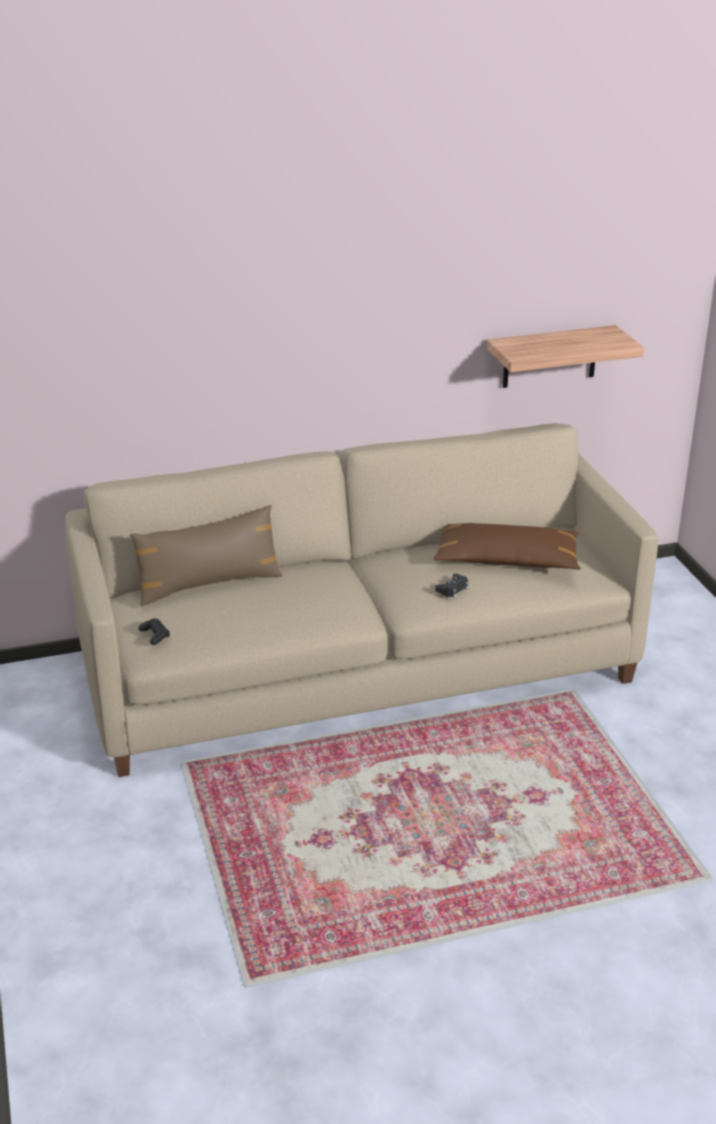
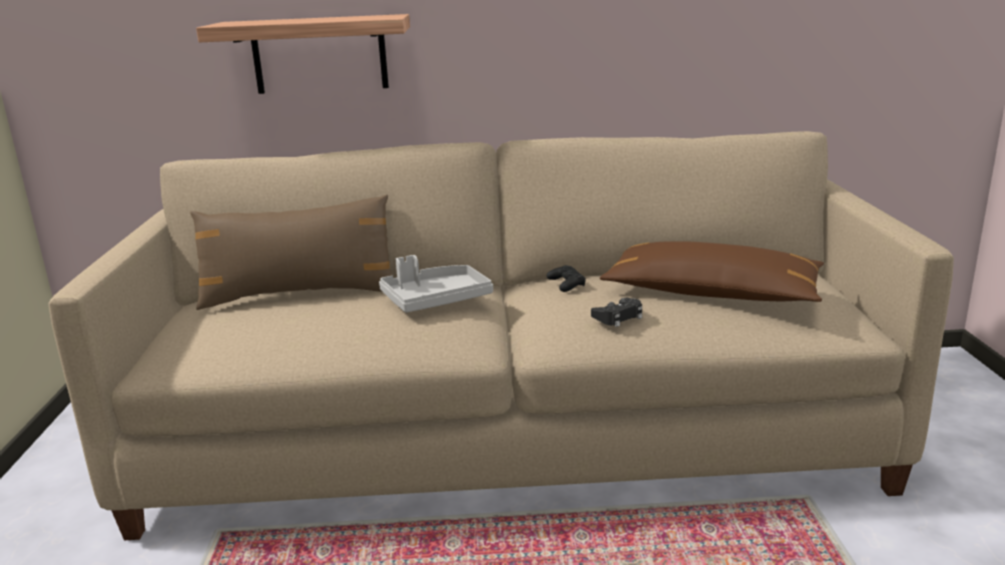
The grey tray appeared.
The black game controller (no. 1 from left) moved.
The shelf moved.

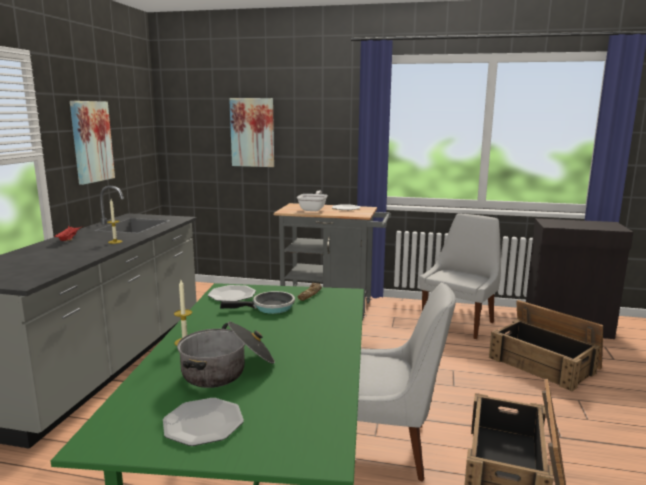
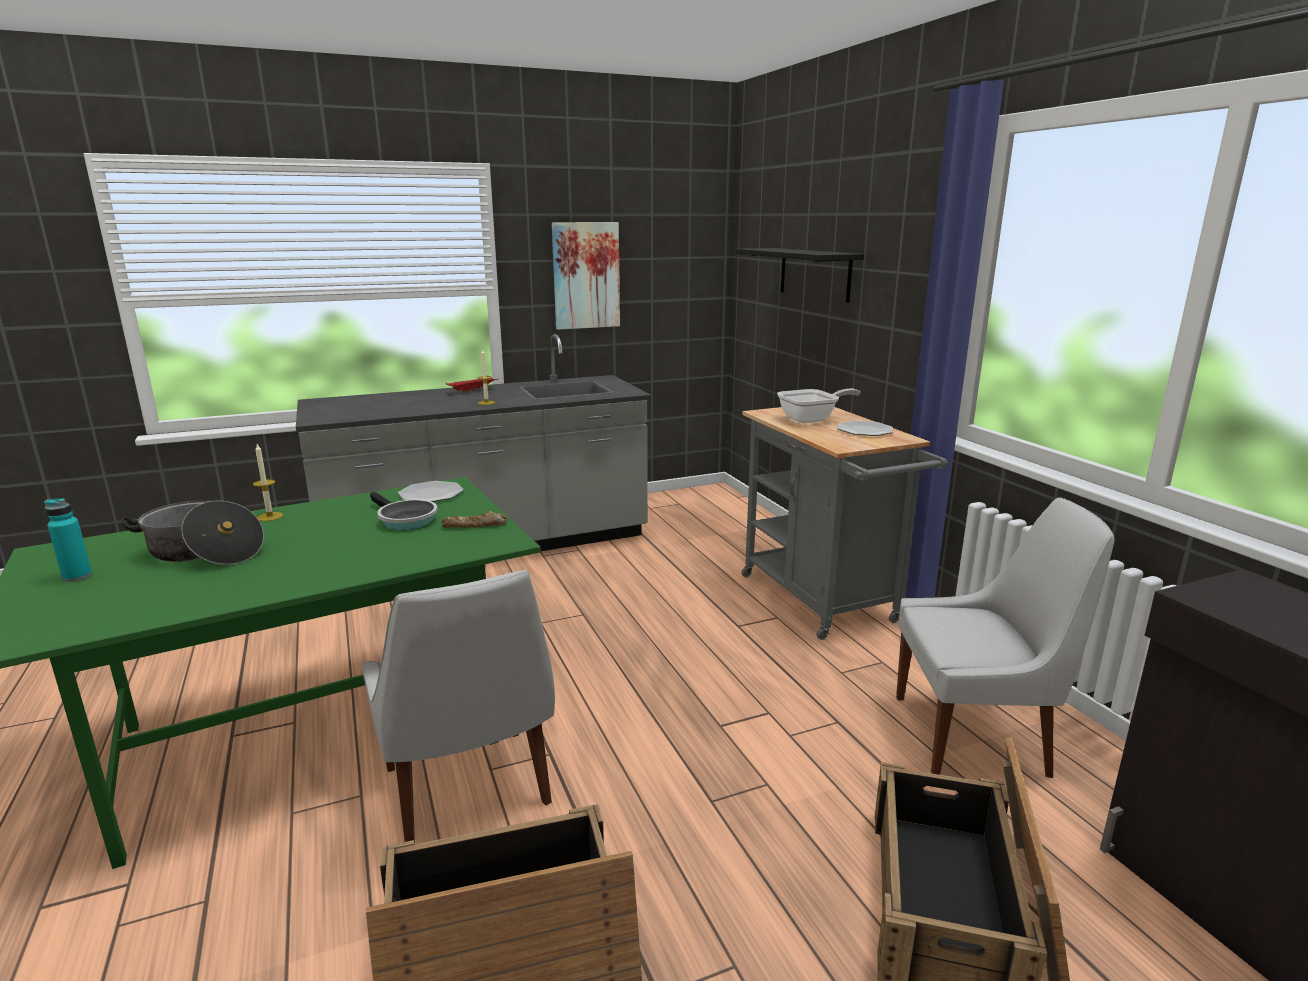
The plate (no. 1 from left) was replaced by the turquoise bottle.
The picture (no. 2 from left) was replaced by the black shelf.

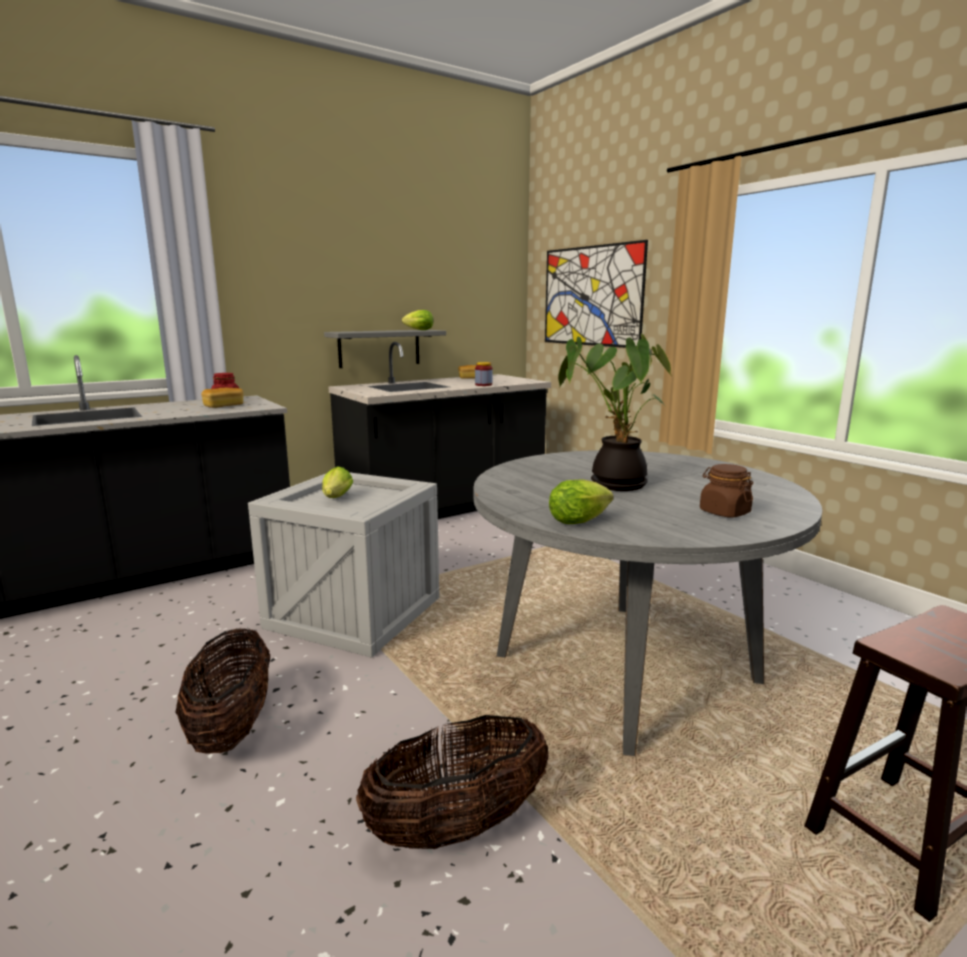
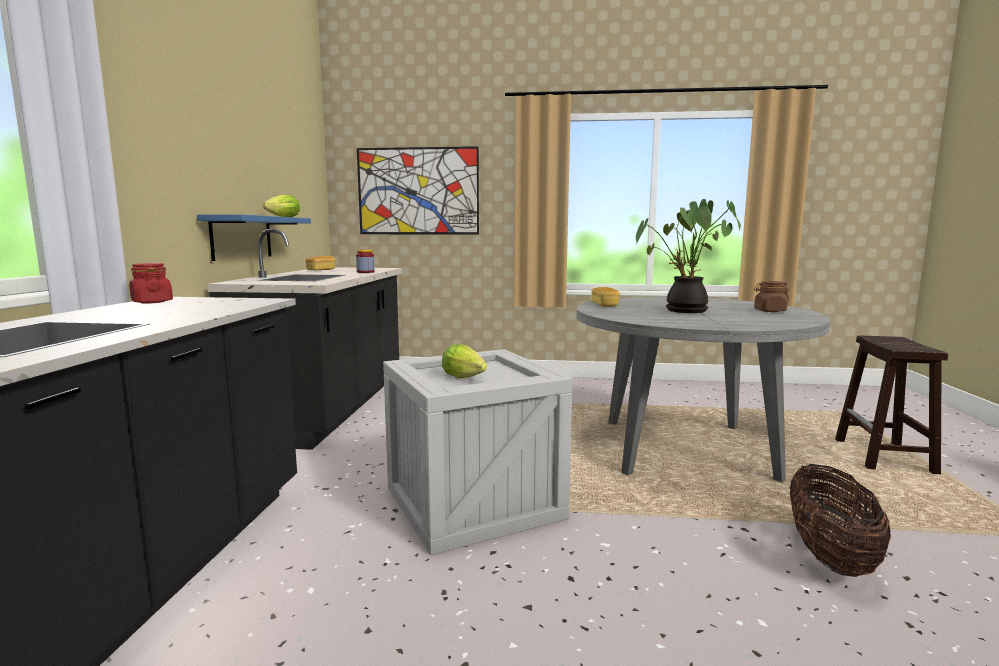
The basket (no. 1 from left) disappeared.
The lettuce (no. 3 from left) disappeared.
The bread (no. 1 from left in the first image) moved.
The grey shelf became the blue shelf.

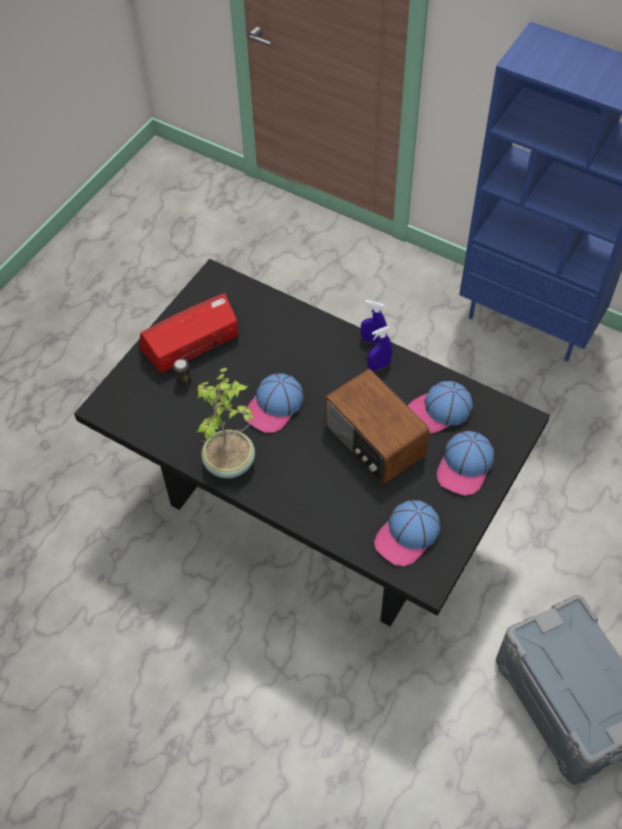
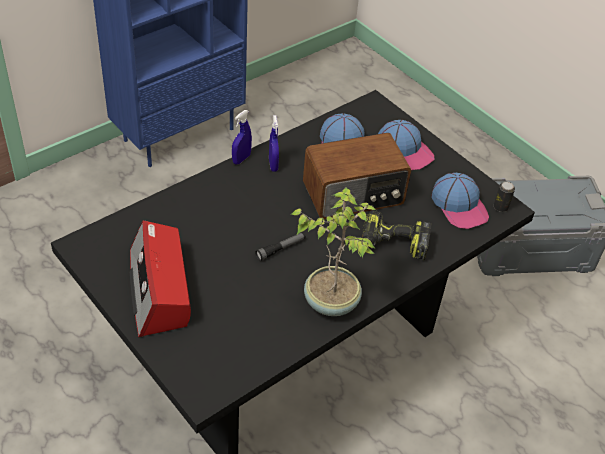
The power drill appeared.
The can moved.
The cap (no. 1 from left) was replaced by the flashlight.

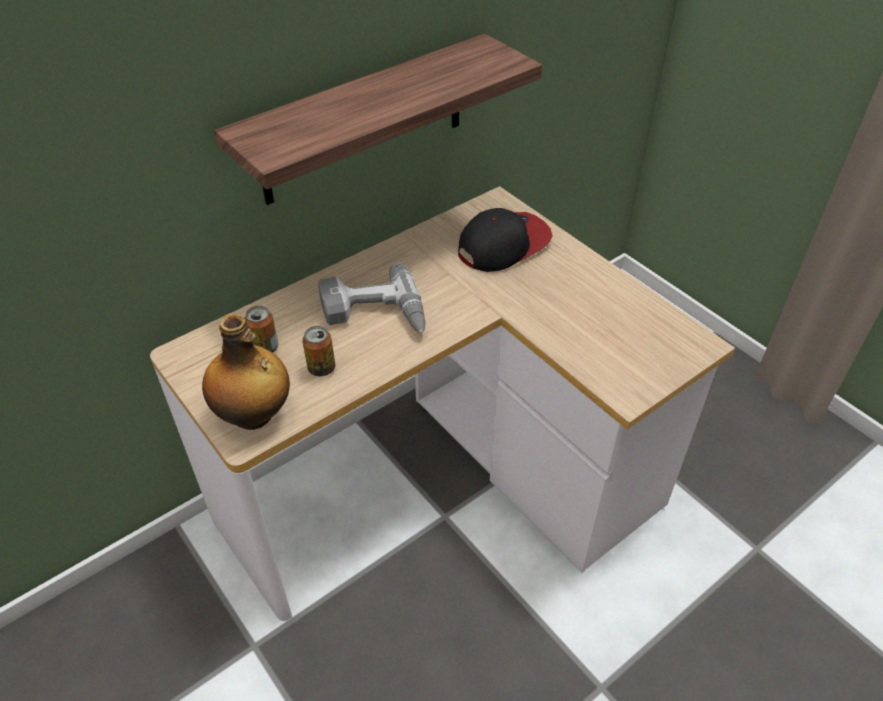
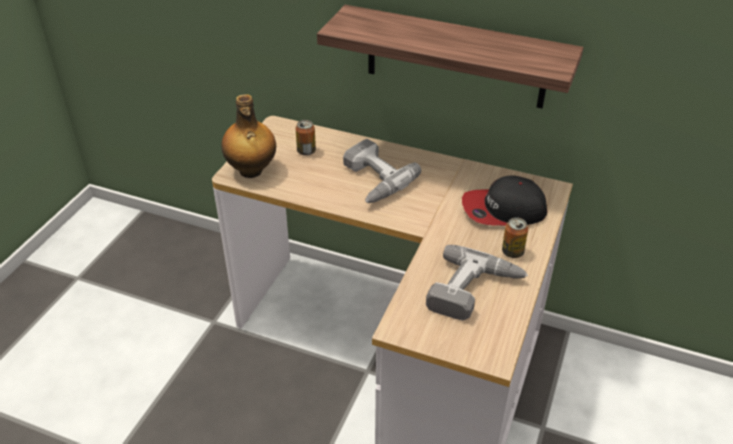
The power drill (no. 2 from left) appeared.
The can (no. 2 from left) moved.
The cap turned 150 degrees clockwise.

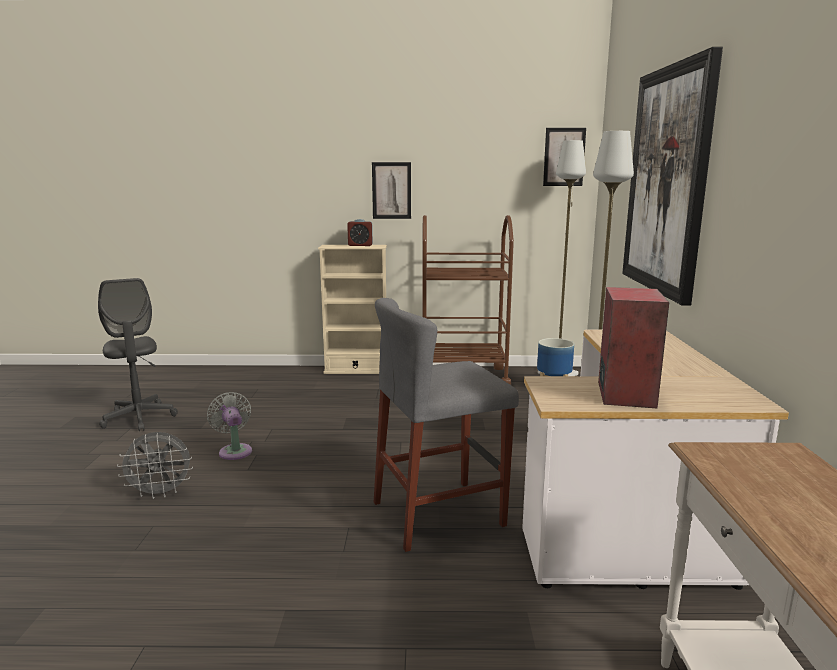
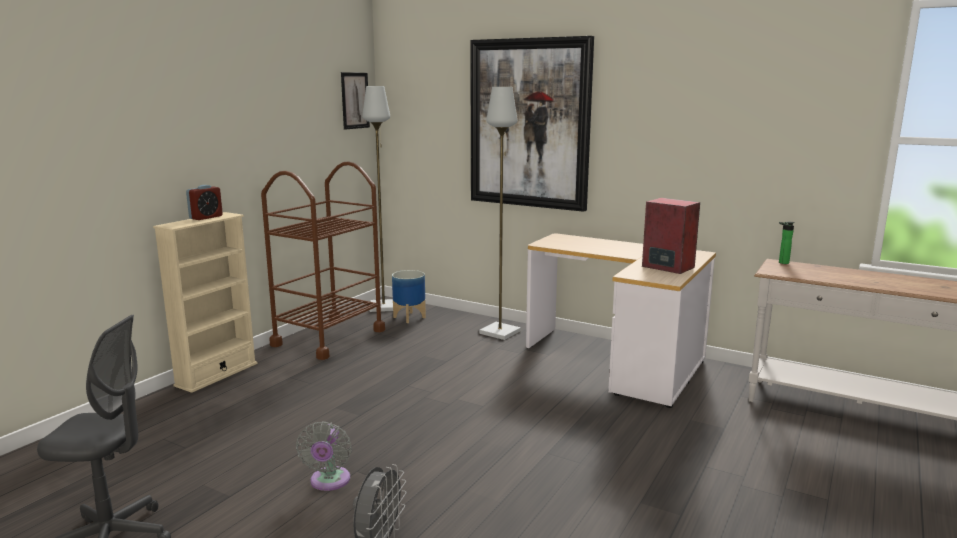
The picture (no. 1 from left) disappeared.
The grey stool disappeared.
The bottle appeared.
The grey fan (no. 2 from left in the first image) turned 90 degrees counterclockwise.

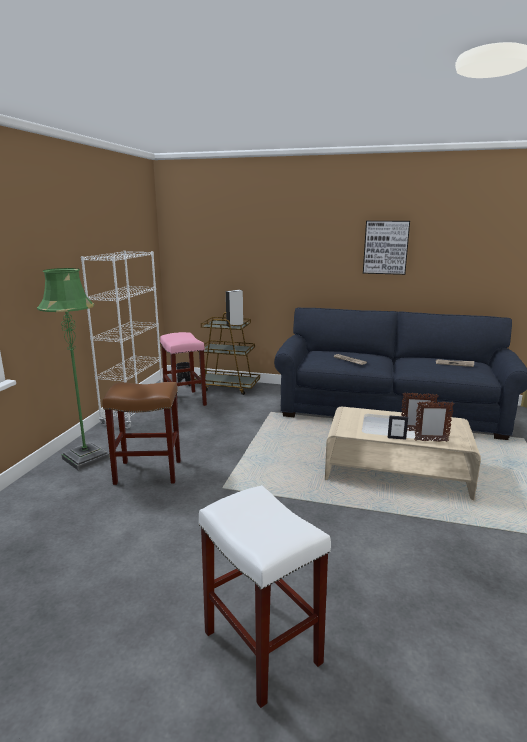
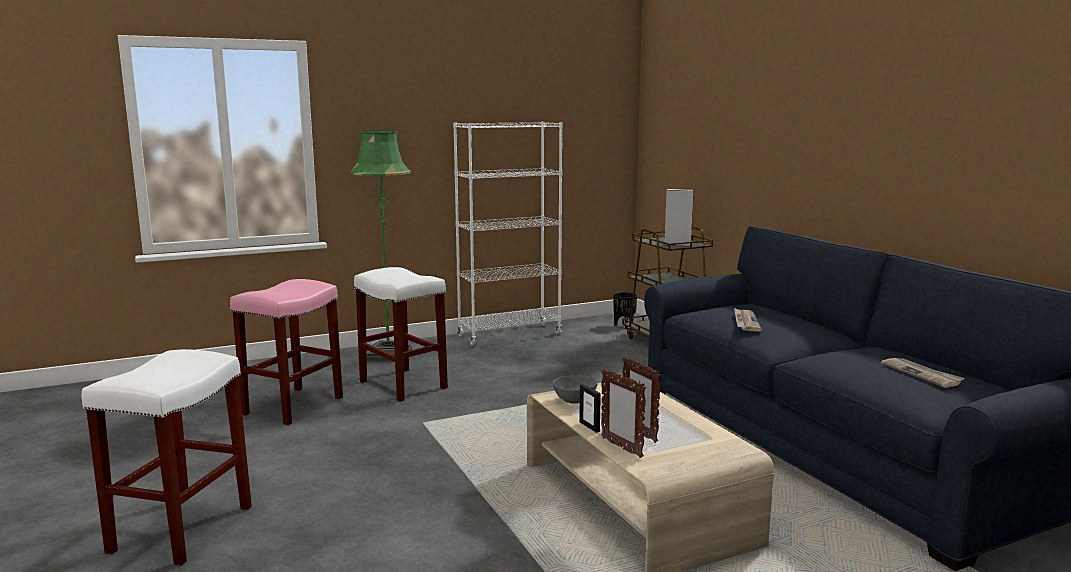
The picture disappeared.
The grey bowl appeared.
The pink stool moved.
The brown stool became the white stool (no. 2 from left).

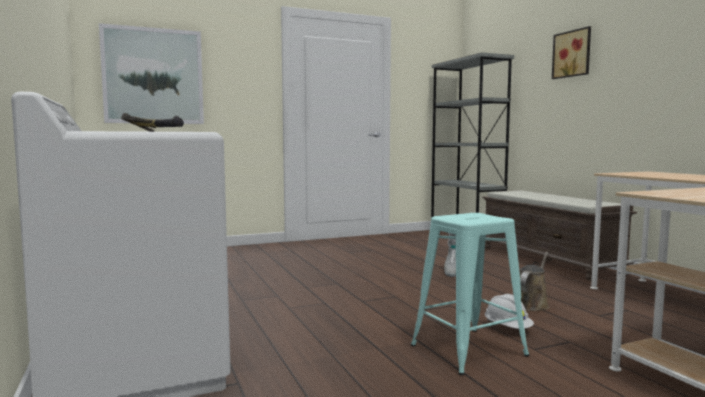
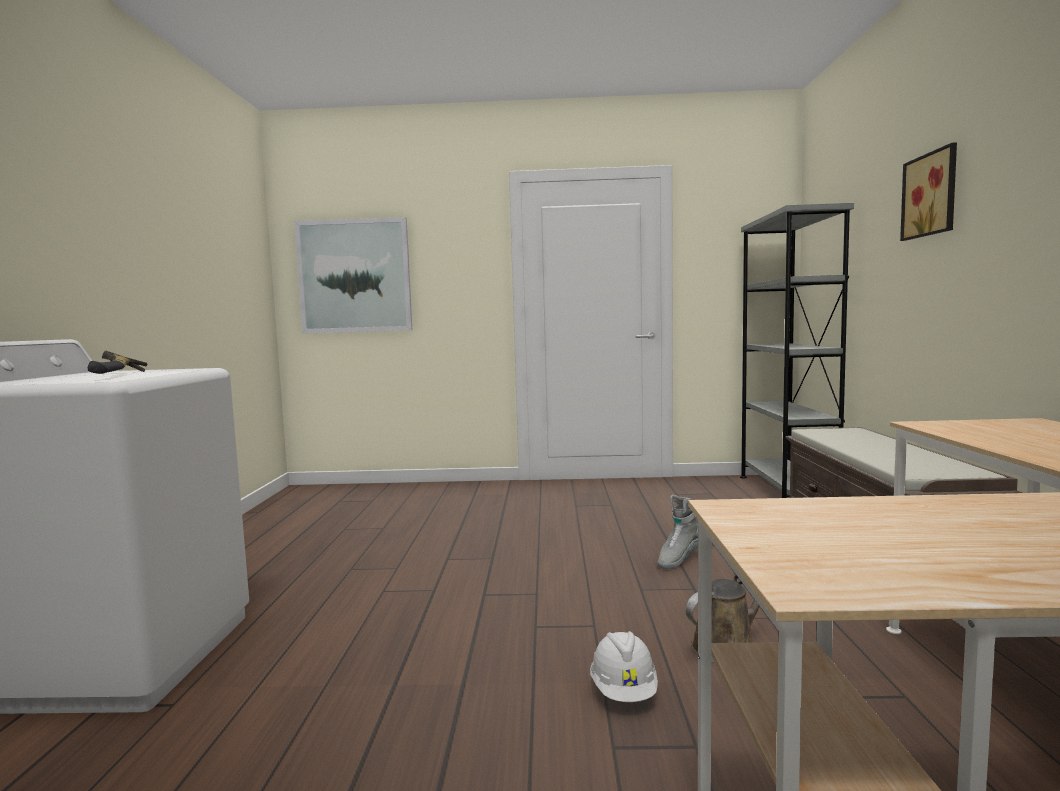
The turquoise stool disappeared.

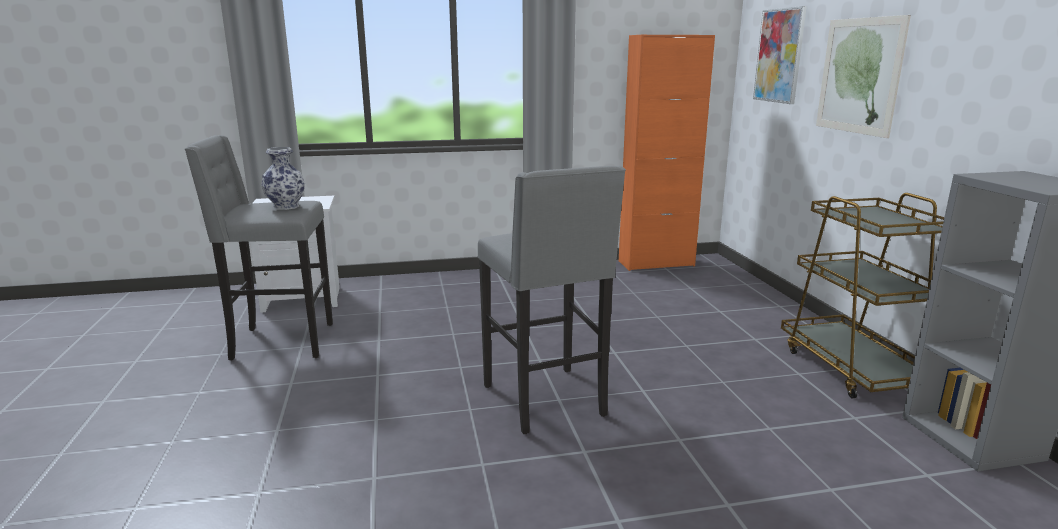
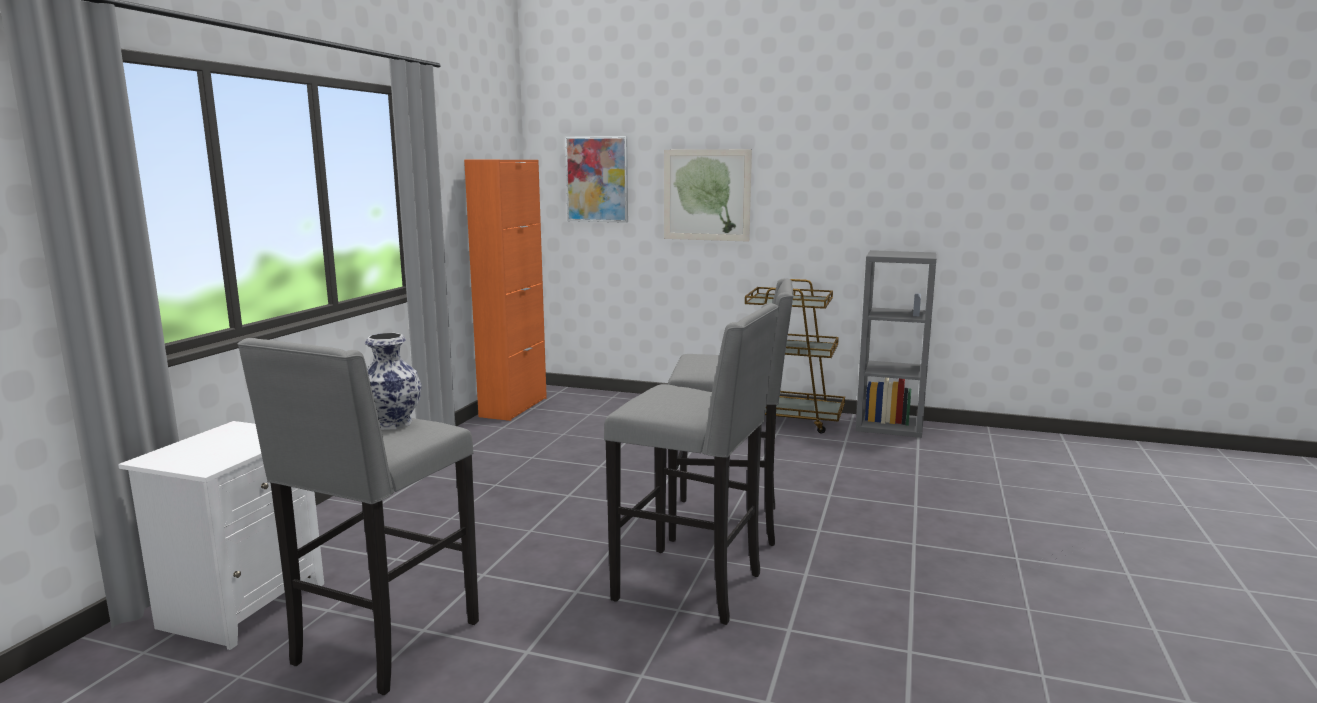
The grey stool (no. 2 from left) appeared.

